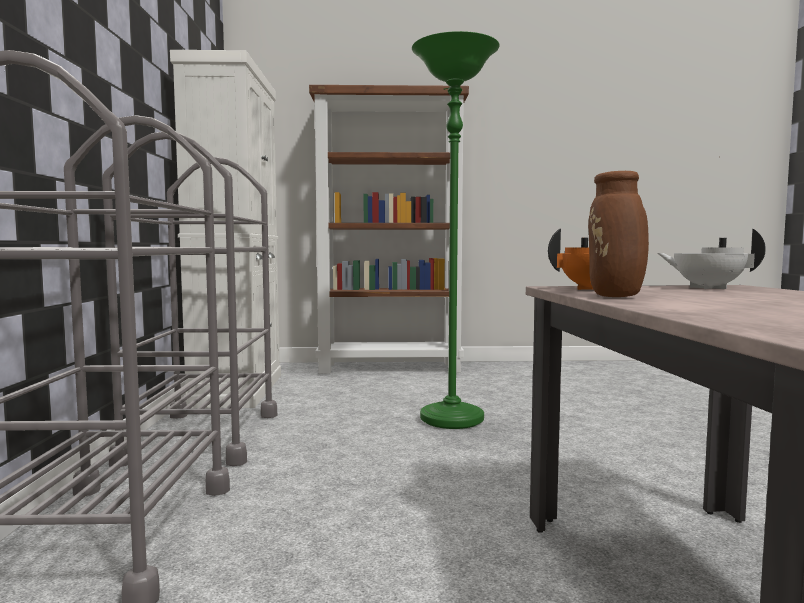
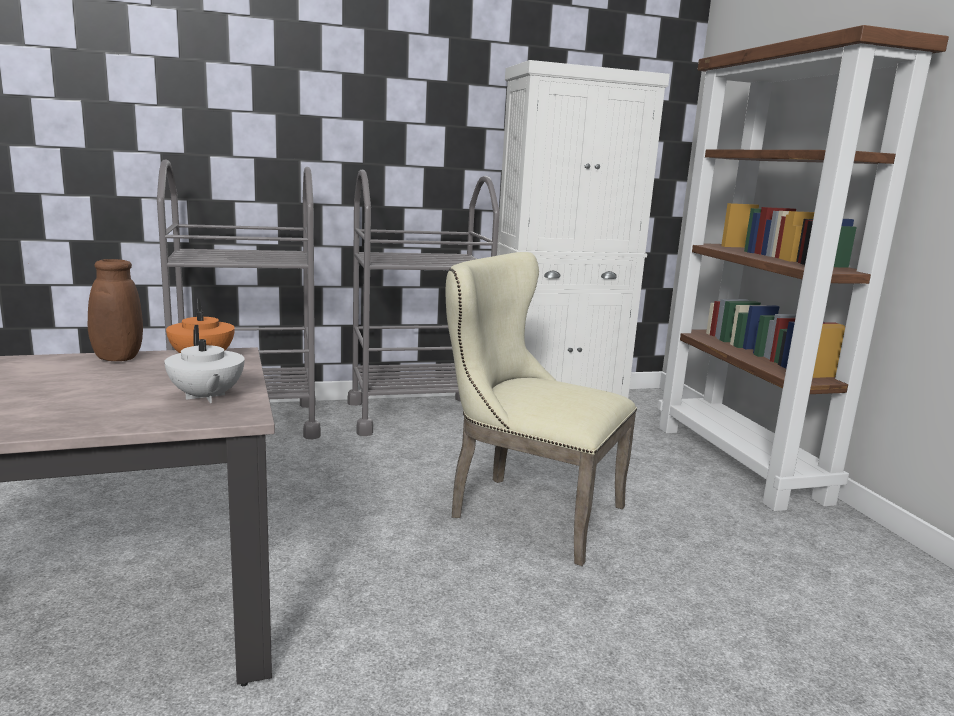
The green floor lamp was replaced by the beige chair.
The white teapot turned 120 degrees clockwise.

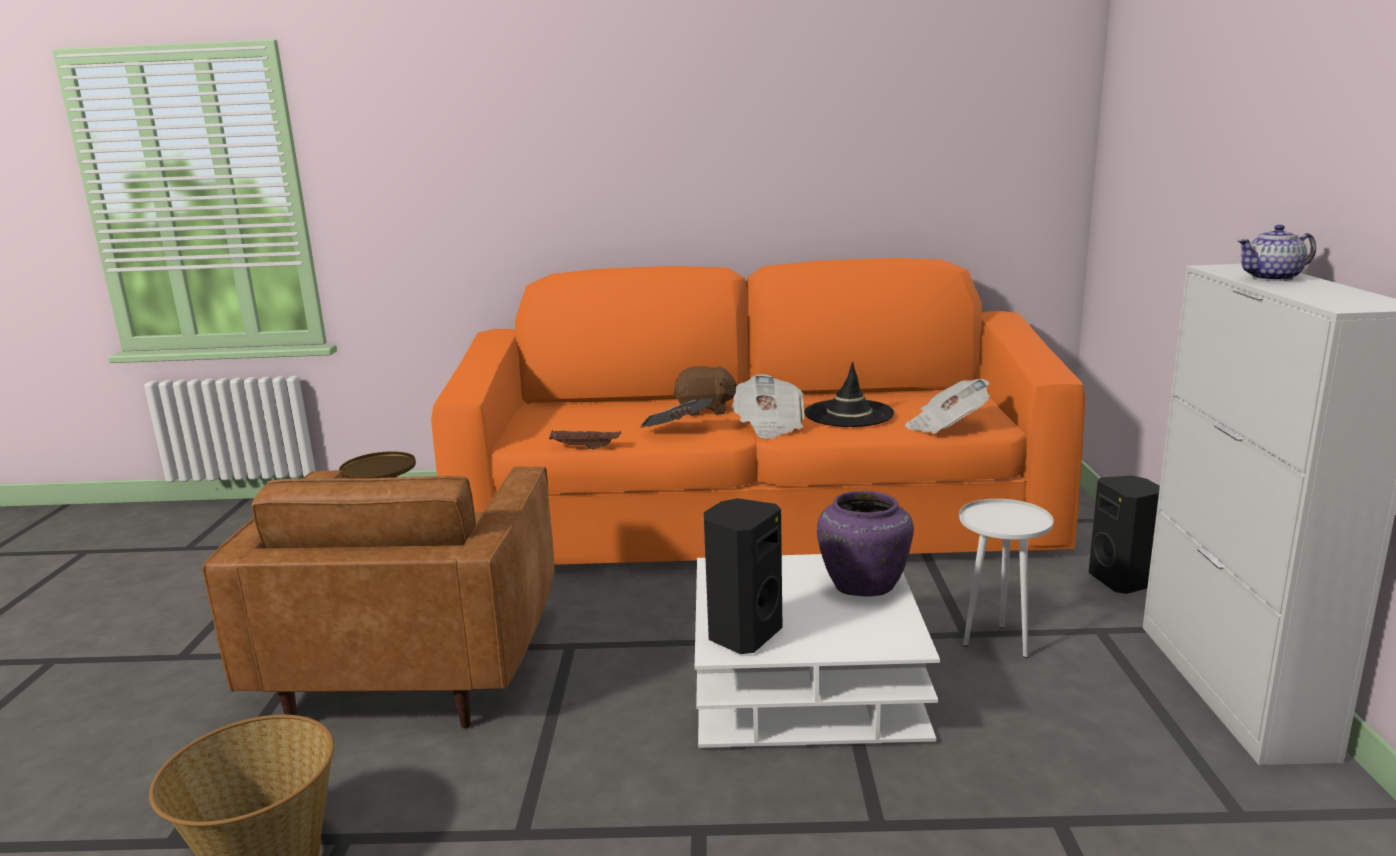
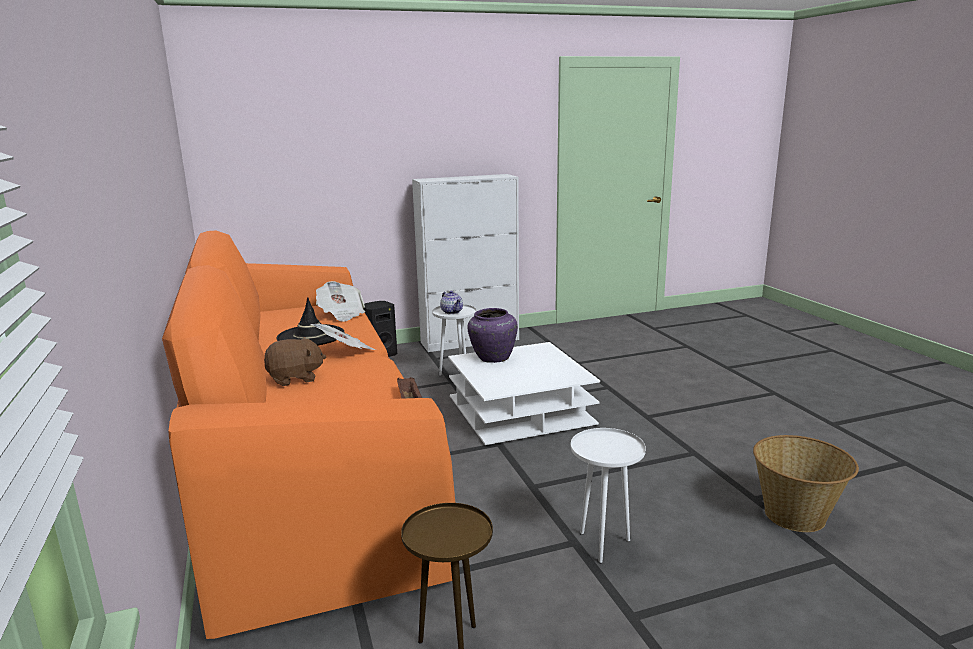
The newspaper (no. 1 from left) disappeared.
The black speaker (no. 1 from left) disappeared.
The teapot moved.
The brown armchair was replaced by the white side table (no. 2 from left).
The brown plush toy turned 90 degrees clockwise.

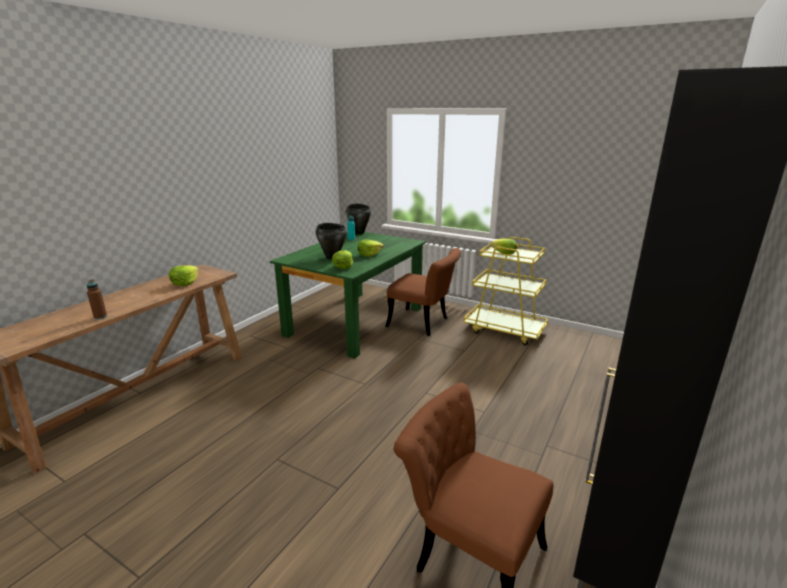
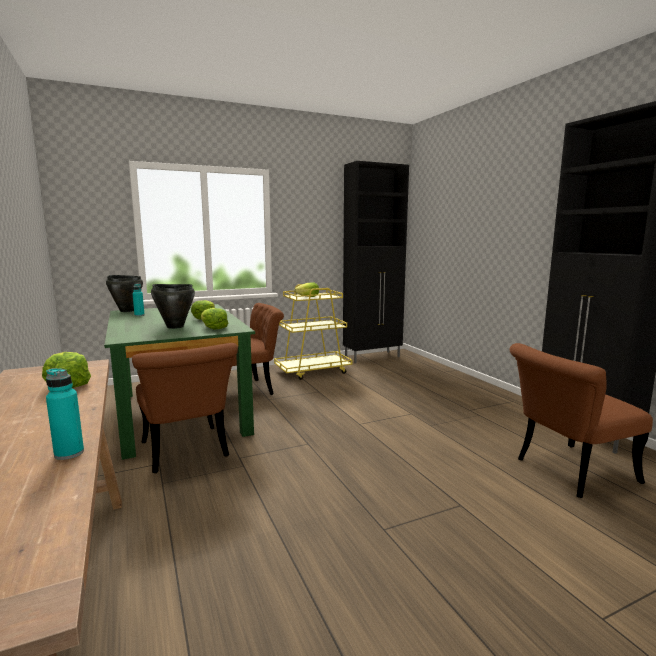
The brown chair (no. 1 from left) appeared.
The black cabinet (no. 1 from left) appeared.
The brown bottle became the turquoise bottle (no. 1 from left).

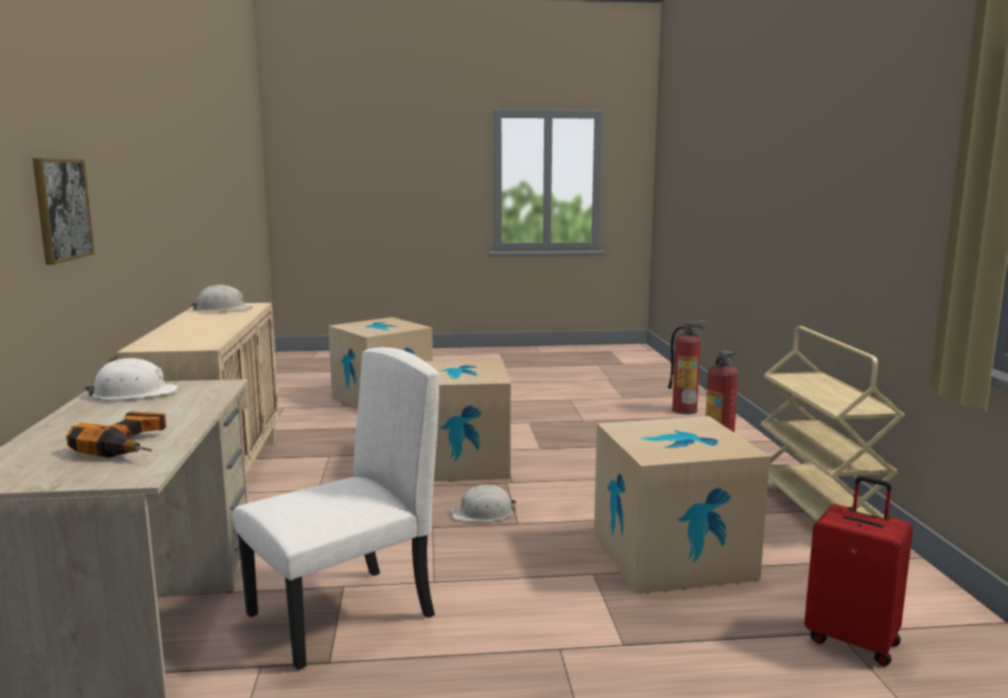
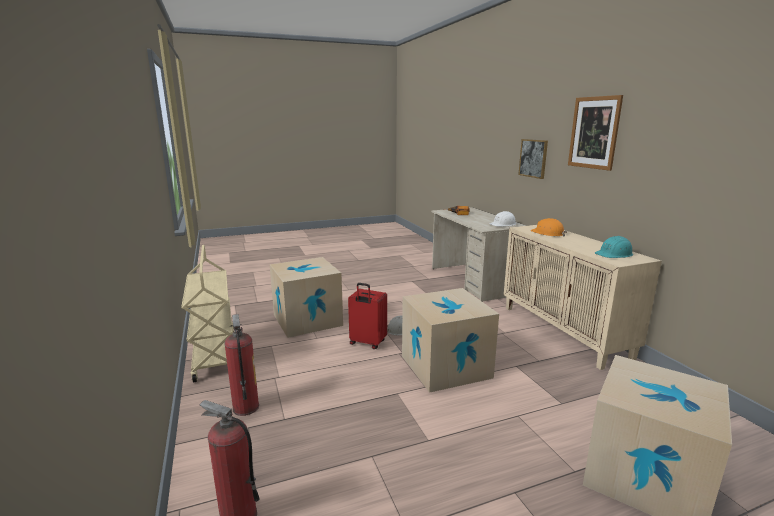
The white chair disappeared.
The orange hard hat appeared.
The picture (no. 2 from left) appeared.
The red suitcase moved.
The white hard hat (no. 2 from left) became the turquoise hard hat.

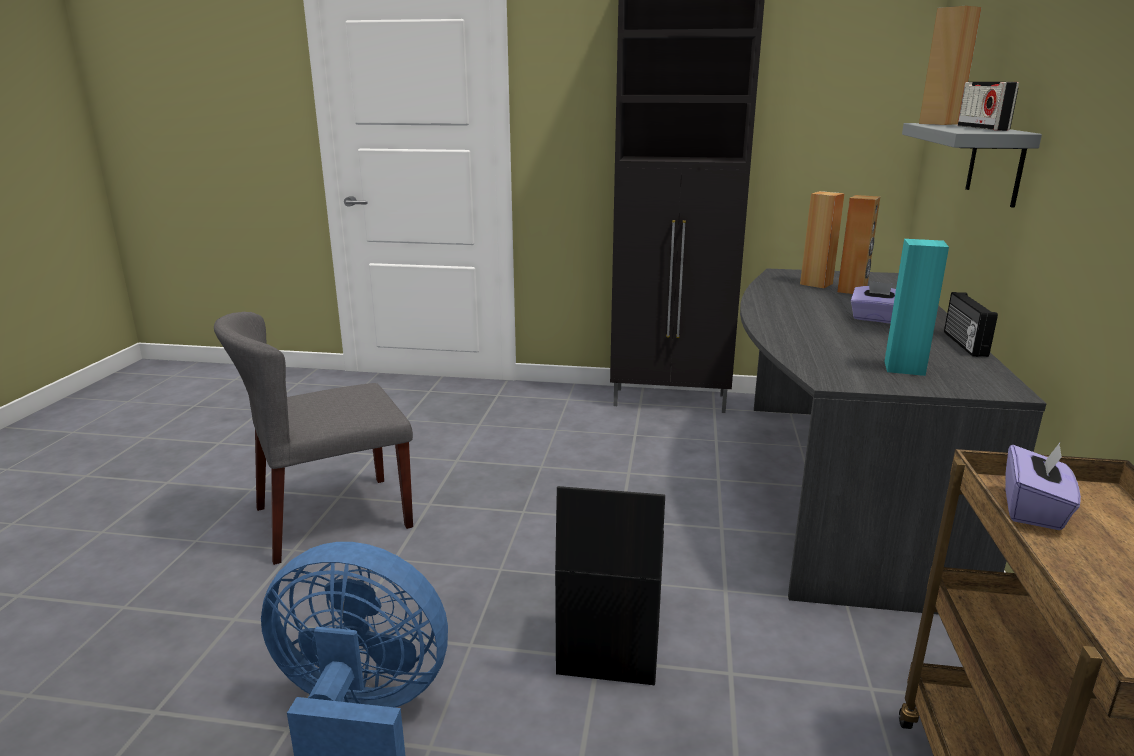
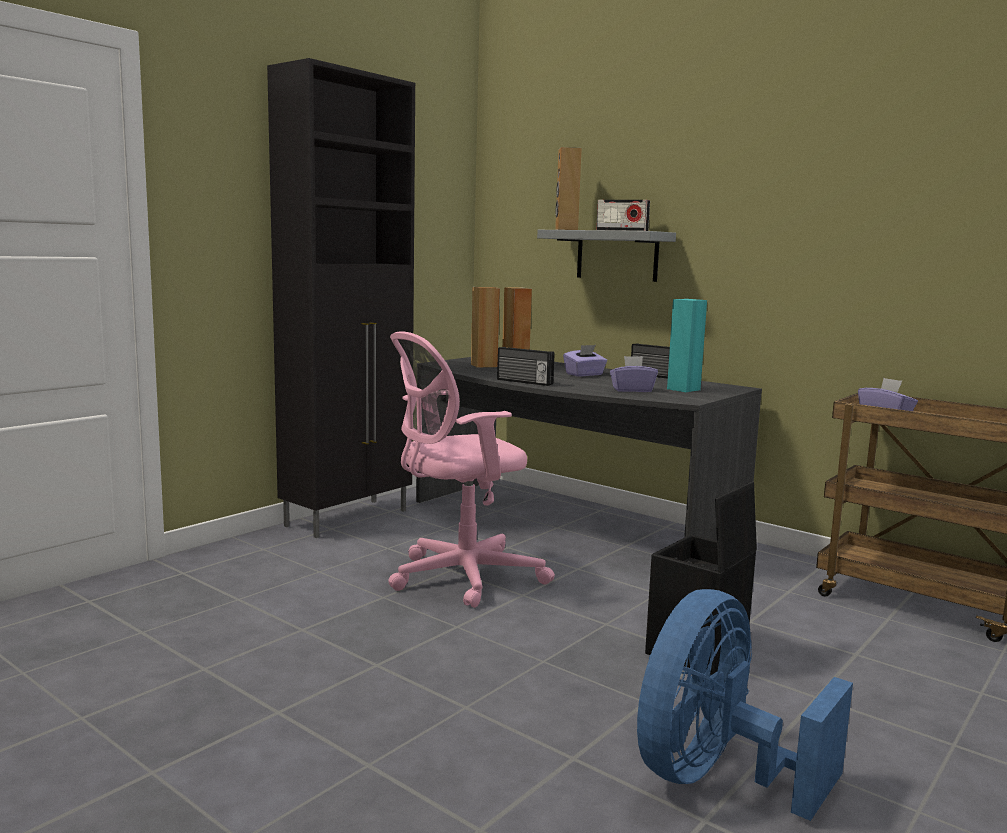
The grey chair disappeared.
The pink office chair appeared.
The radio (no. 1 from left) appeared.
The purple tissue box (no. 2 from left) appeared.

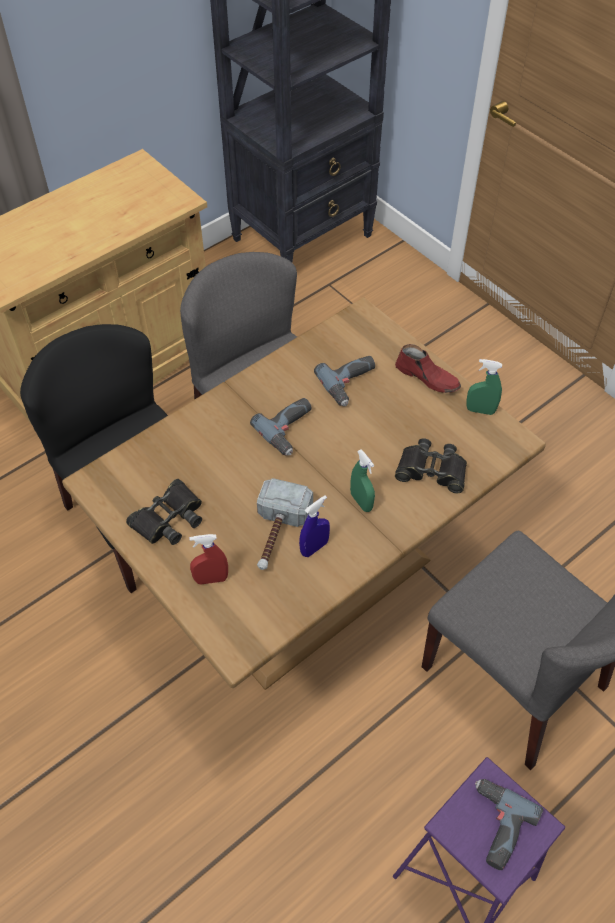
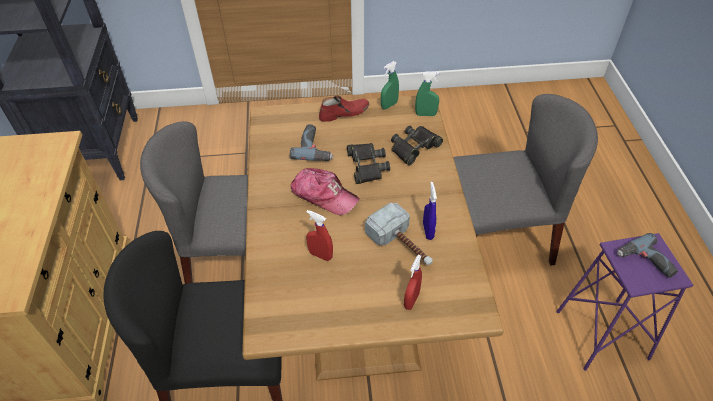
The red spray bottle (no. 1 from left) appeared.
The black binoculars (no. 1 from left) moved.
The green spray bottle (no. 1 from left in the first image) moved.
The power drill (no. 1 from left) was replaced by the cap.

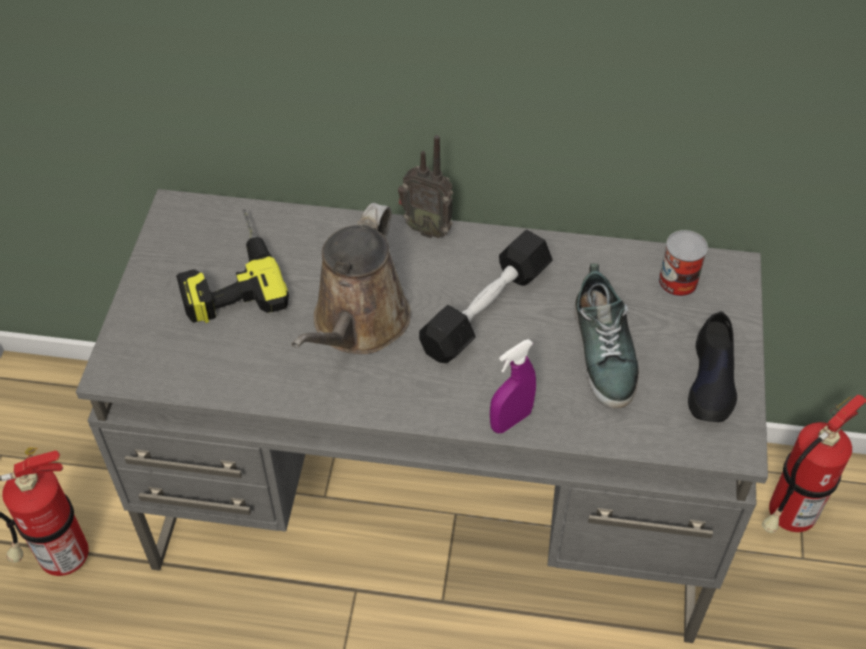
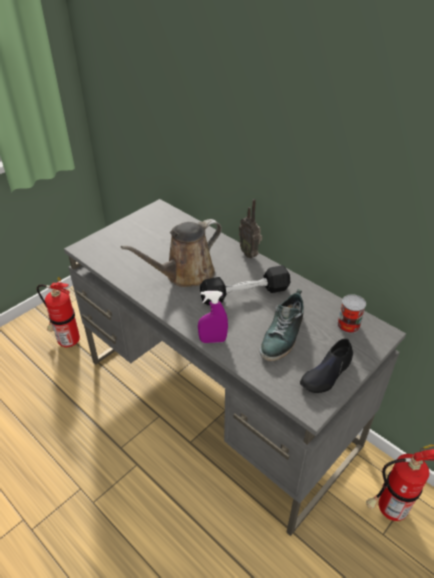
The power drill disappeared.

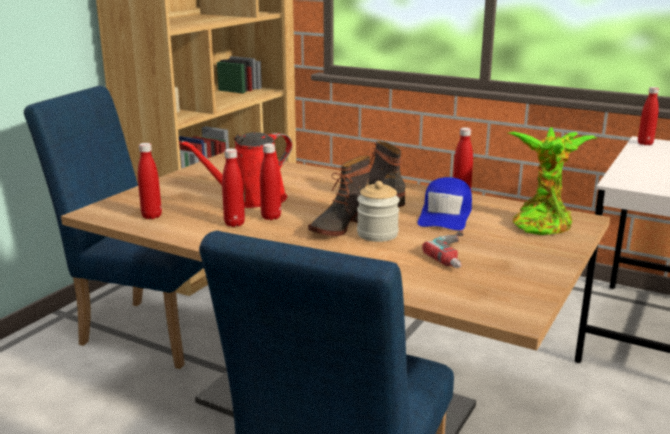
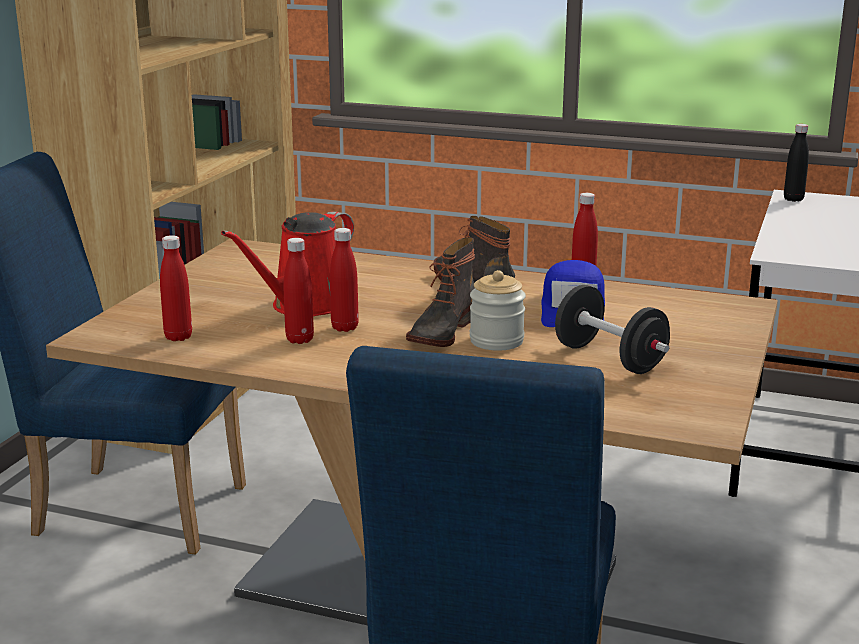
The potted plant disappeared.
The power drill was replaced by the black dumbbell.
The red bottle (no. 5 from left) became the black bottle.

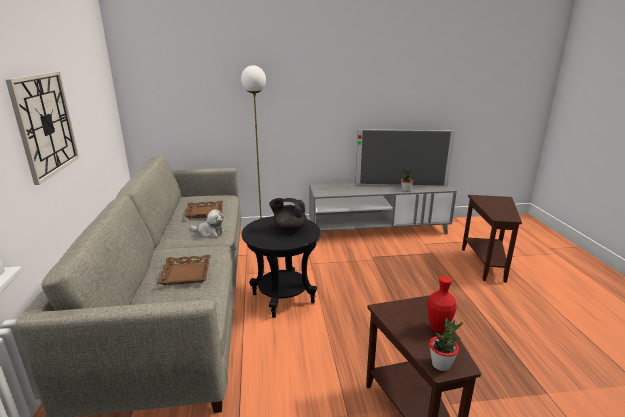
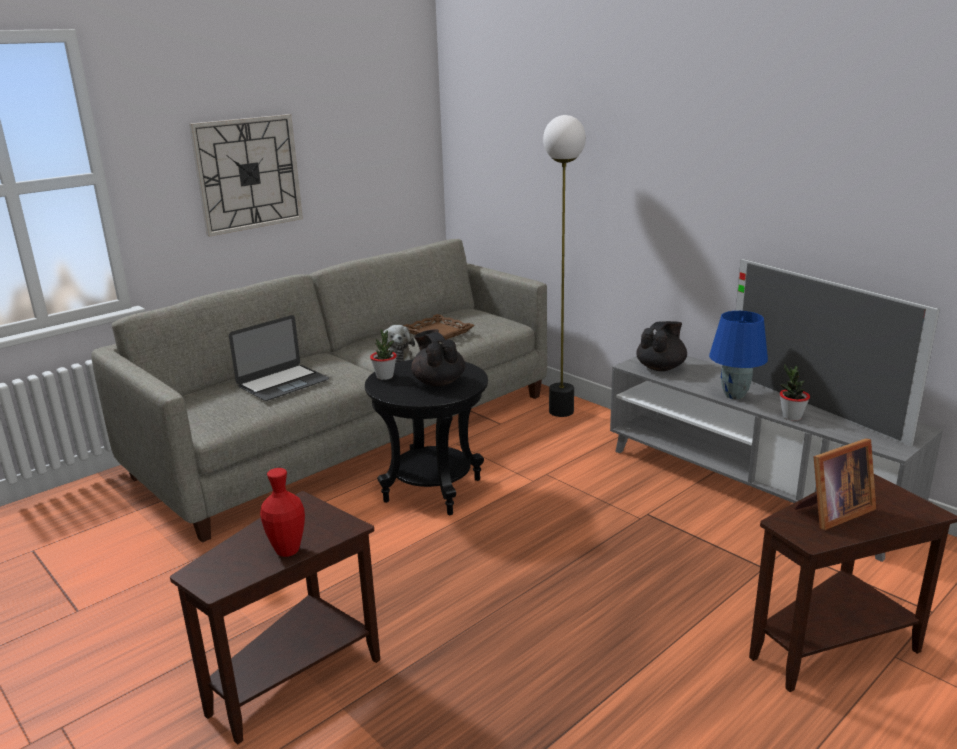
The black teapot (no. 2 from left) appeared.
The blue table lamp appeared.
The picture frame appeared.
The potted plant (no. 2 from left in the first image) moved.
The brown tray (no. 1 from left) was replaced by the laptop.

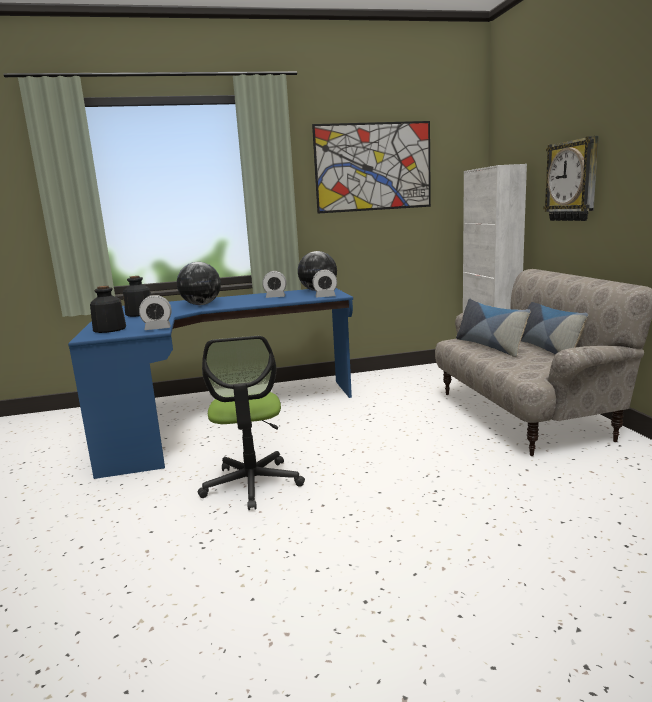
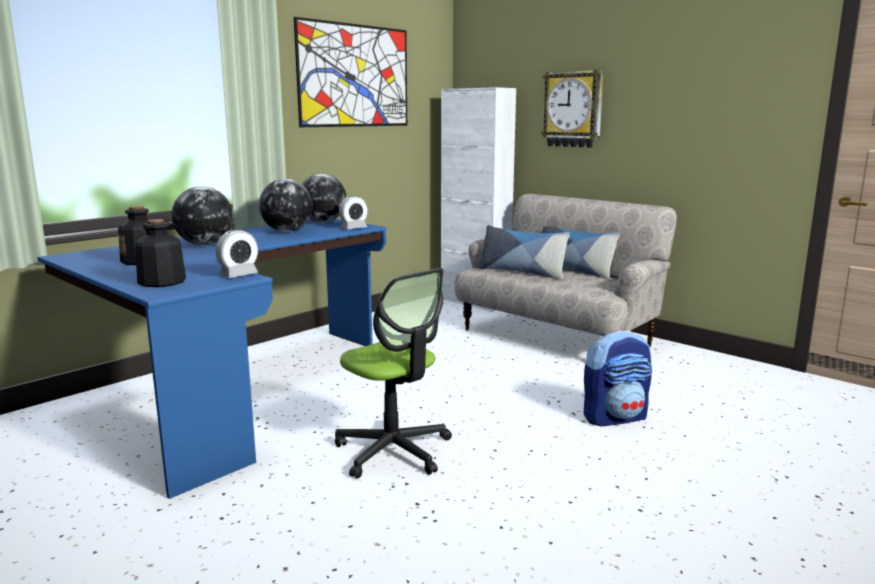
The backpack appeared.
The alarm clock (no. 2 from left) was replaced by the globe (no. 2 from left).

